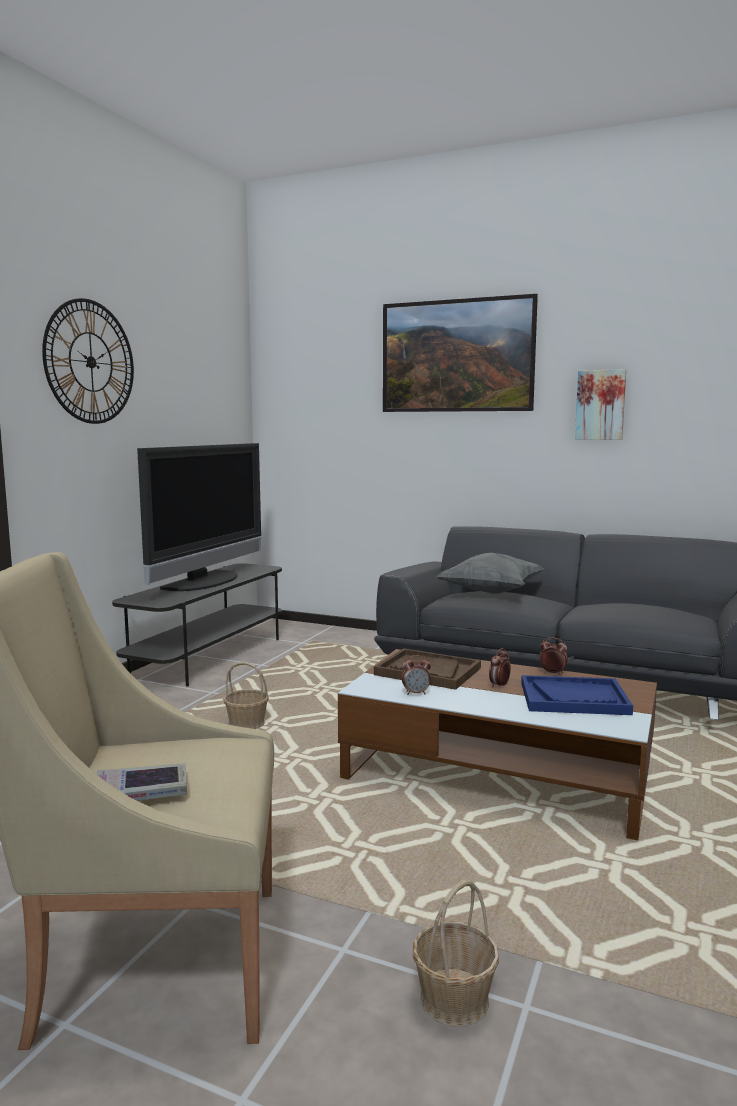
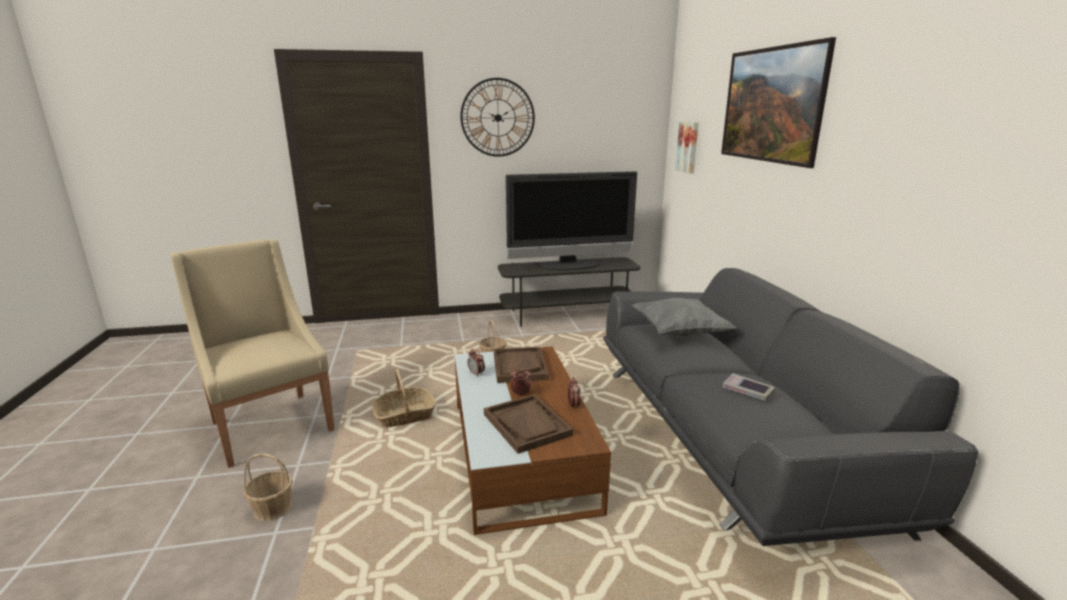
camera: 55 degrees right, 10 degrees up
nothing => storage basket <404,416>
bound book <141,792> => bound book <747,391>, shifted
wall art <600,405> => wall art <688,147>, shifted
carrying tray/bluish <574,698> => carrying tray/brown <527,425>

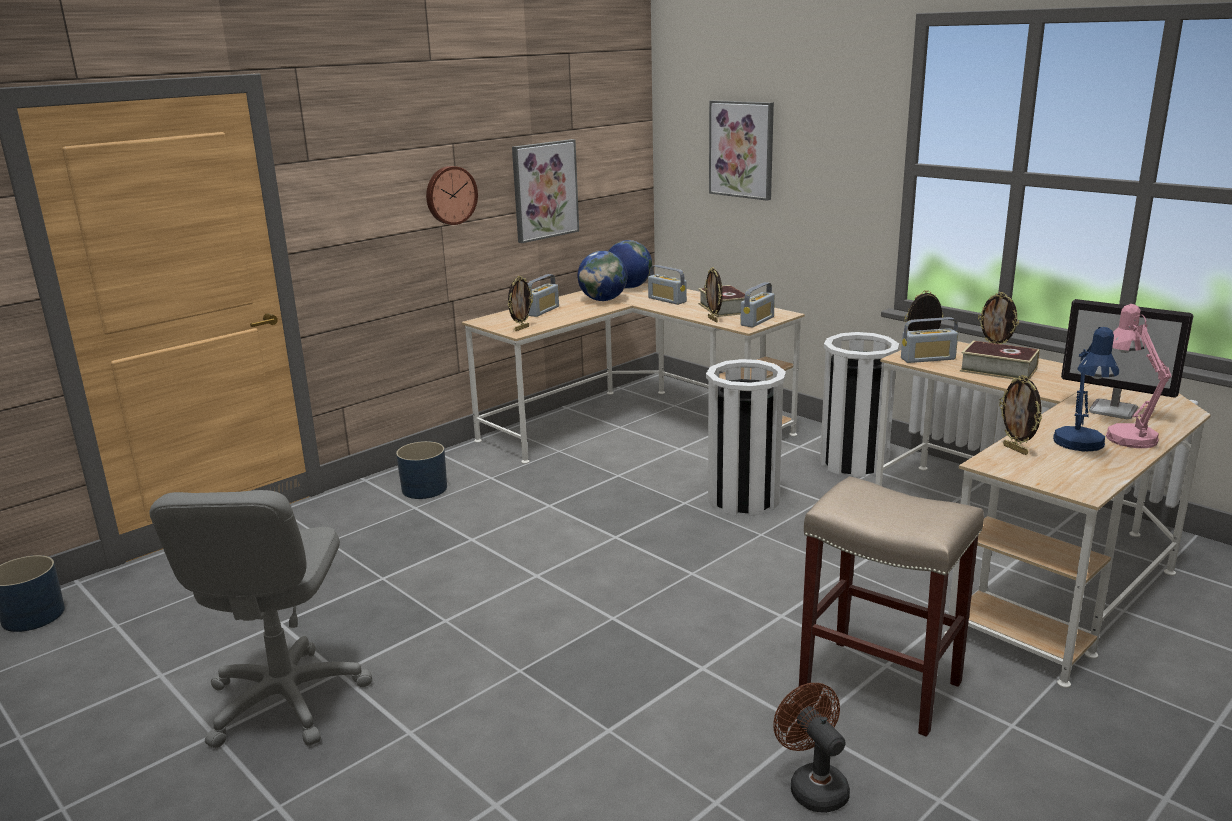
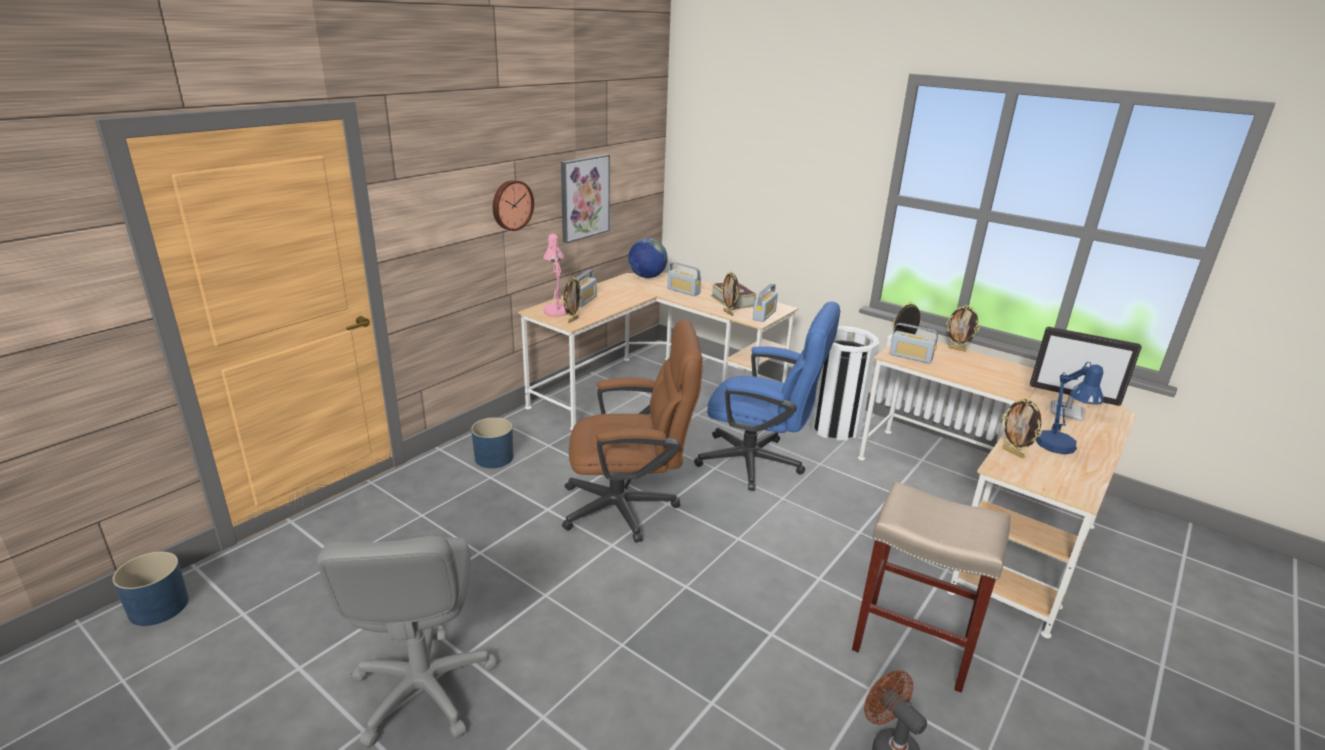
camera: 10 degrees left, 5 degrees up
globe <603,300> => nothing
wall art <742,149> => nothing
bound book <998,370> => nothing
nothing => office chair/brown <630,507>
tabletop lamp/pinkish <1125,435> => tabletop lamp/pinkish <556,309>, shifted
trash can/whitish <743,499> => office chair/bluish <759,463>
radio receiver <928,359> => radio receiver <910,357>, 45 degrees clockwise

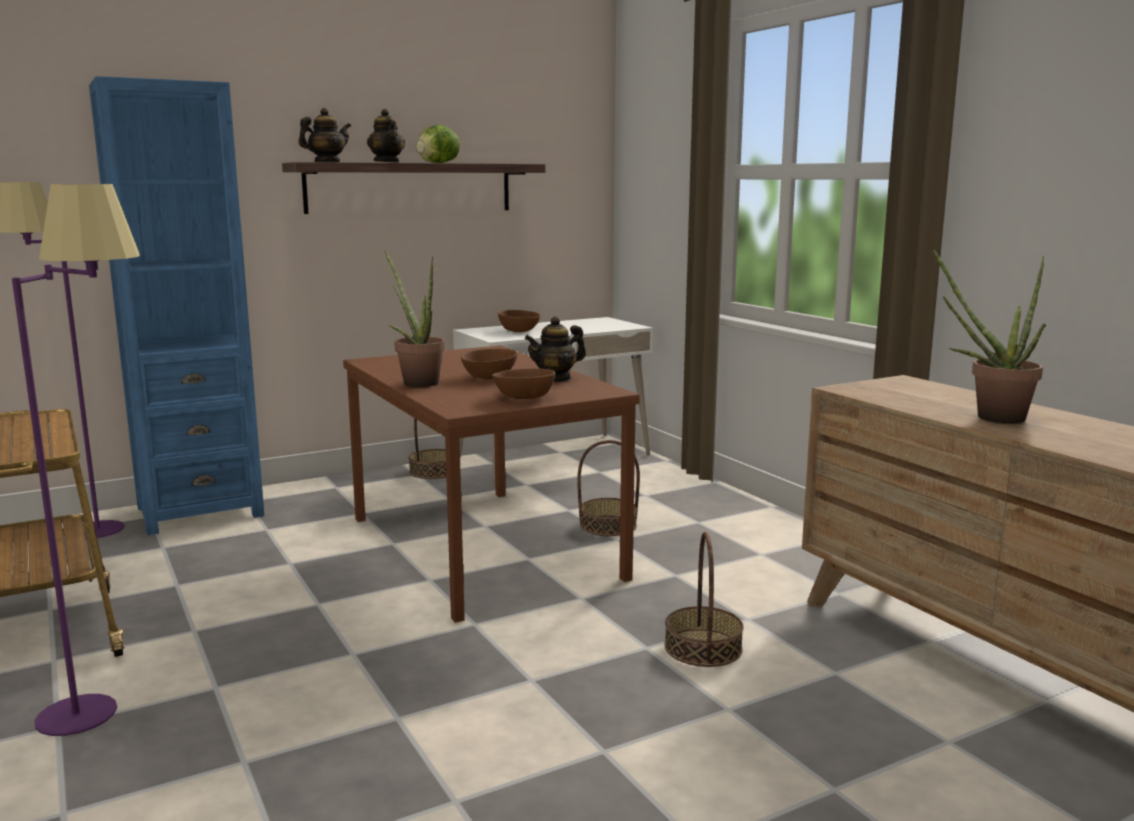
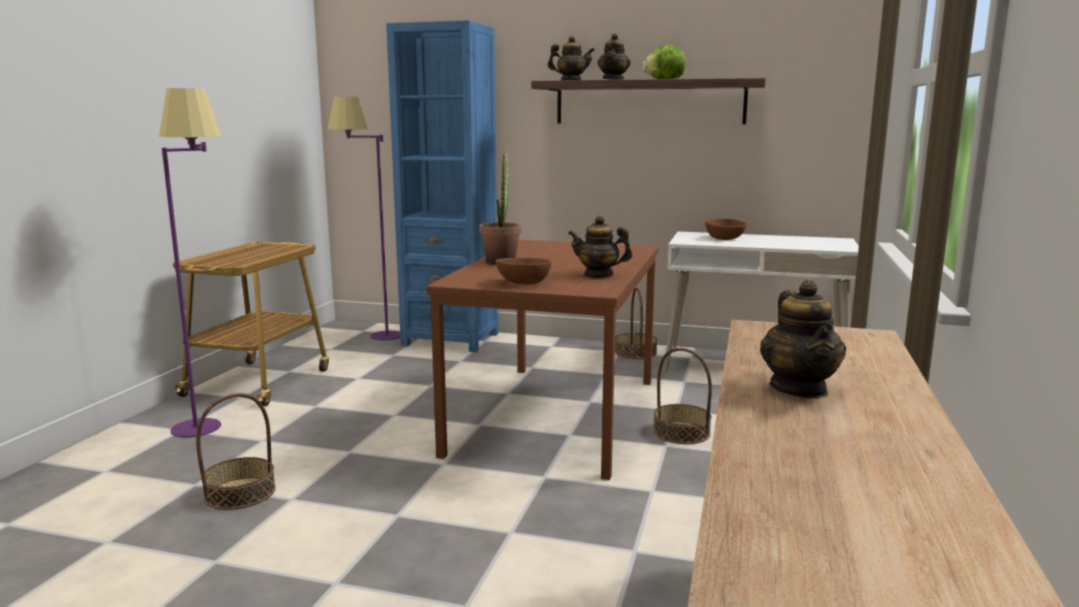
camera: 45 degrees right, 0 degrees up
deep dish/brown <489,377> => nothing
storage basket <702,647> => storage basket <240,493>, shifted
plant in a pot <989,417> => teapot <799,389>

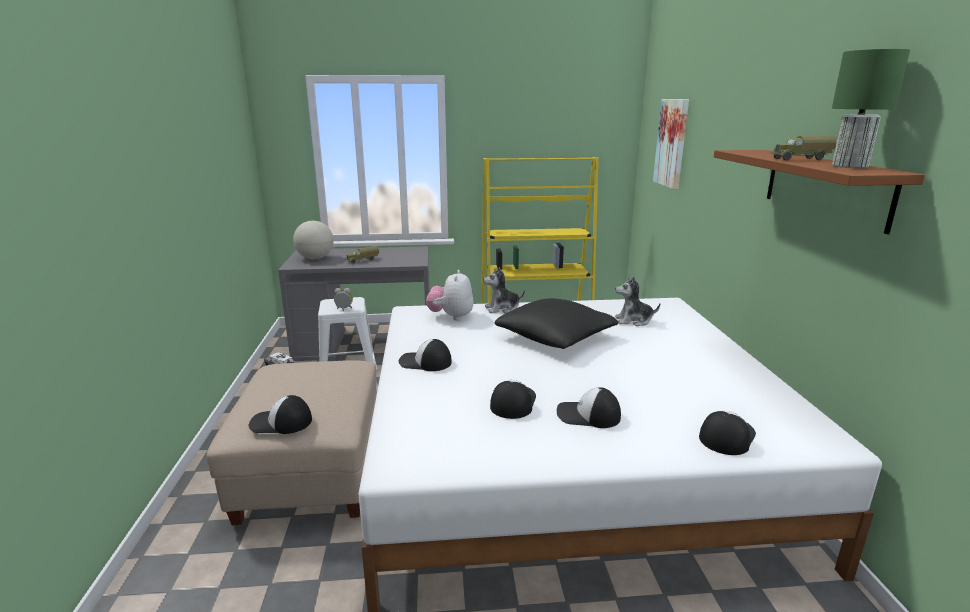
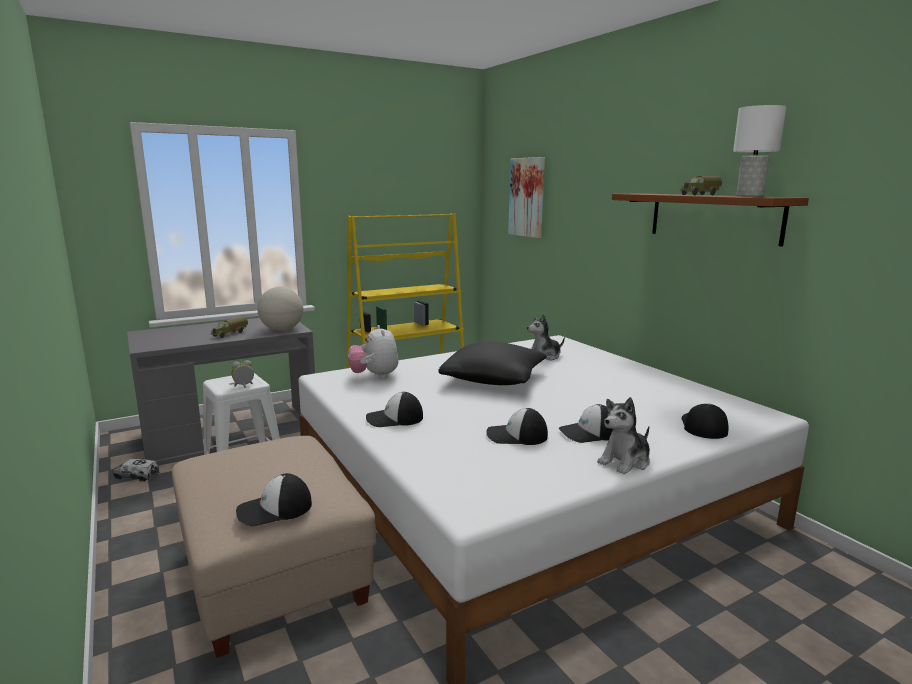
camera: 25 degrees left, 5 degrees down
globe <315,258> => globe <282,330>, shifted
soft toy <502,308> => soft toy <625,461>, shifted
tabletop lamp/green-coloured <849,166> => tabletop lamp/whitish <750,196>
baseball cap <512,402> => baseball cap <516,436>, 75 degrees counterclockwise

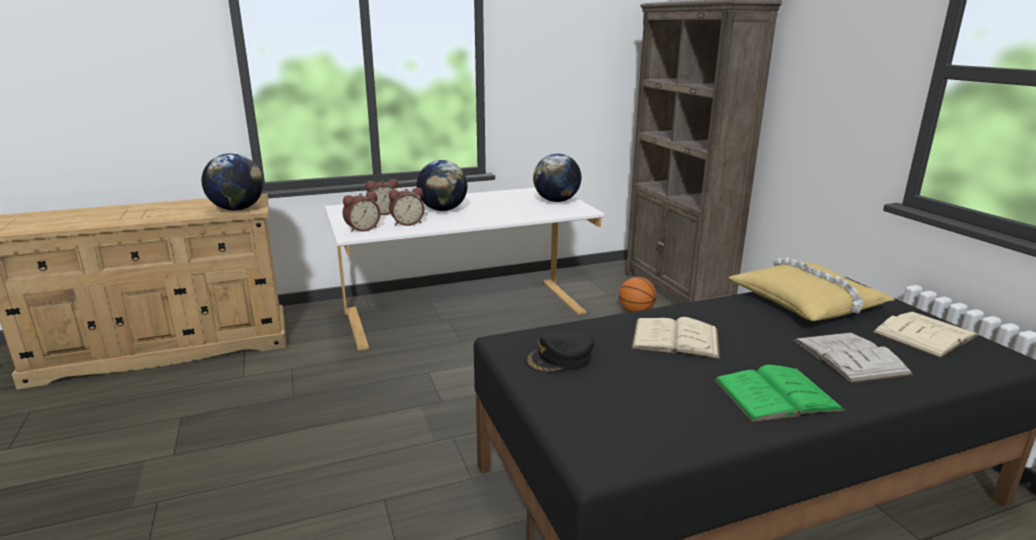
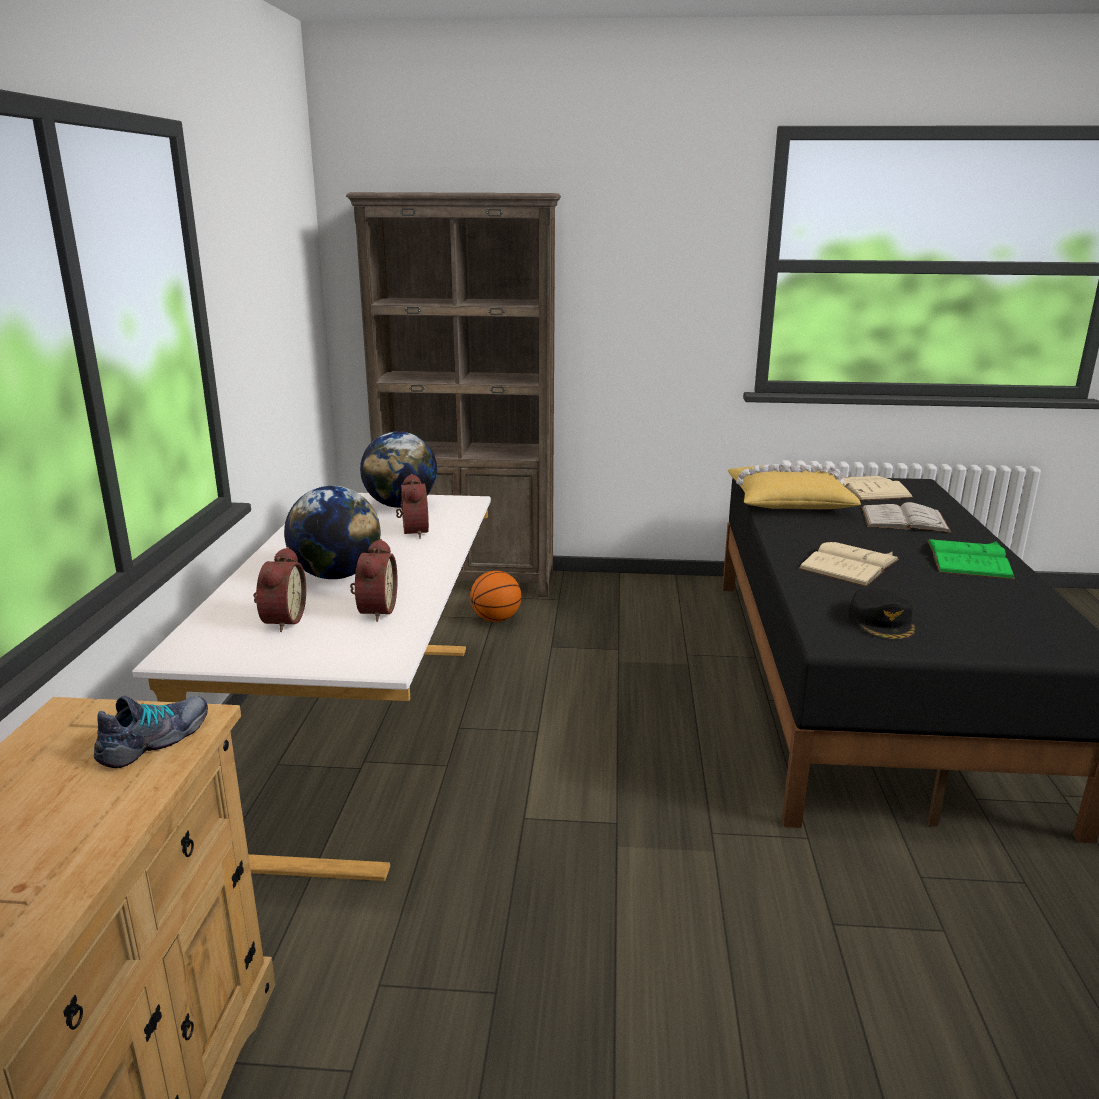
camera: 65 degrees left, 0 degrees up
alarm clock <362,229> => alarm clock <412,532>, shifted
globe <237,209> => low shoe <156,740>

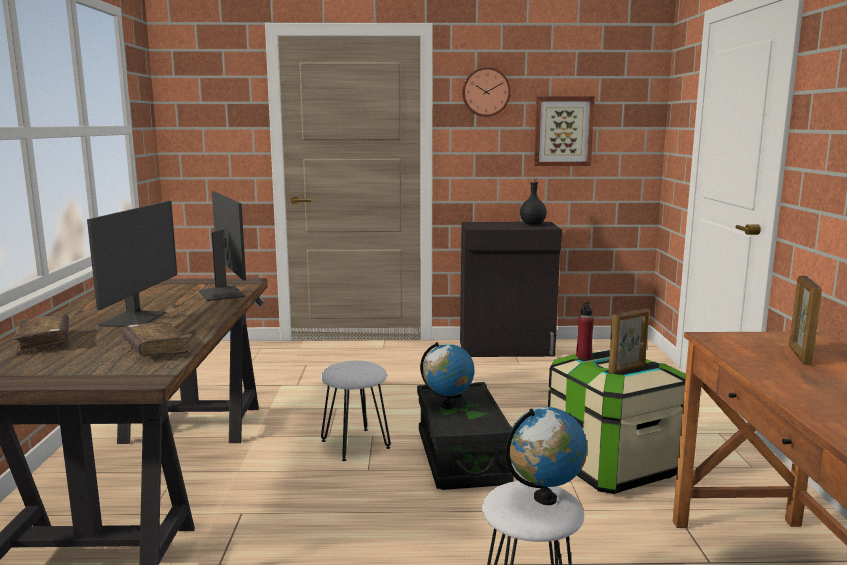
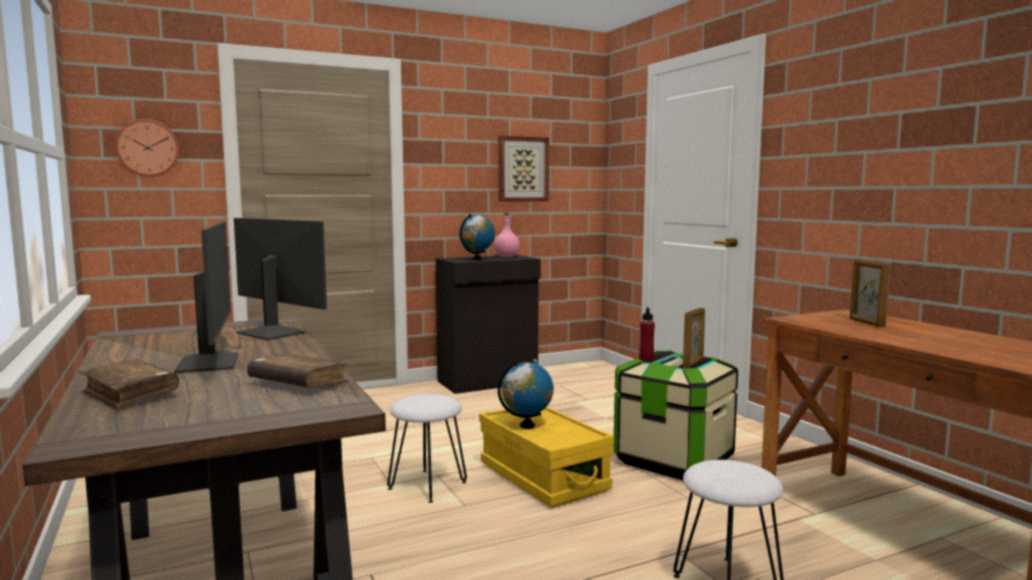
camera: 25 degrees left, 5 degrees down
hanging clock <486,92> => hanging clock <148,148>, shifted
globe <545,498> => globe <477,259>, shifted
storage box/blackish <462,458> => storage box/yellow <543,477>
drink bottle/blackish <532,224> => drink bottle/pinkish <506,257>

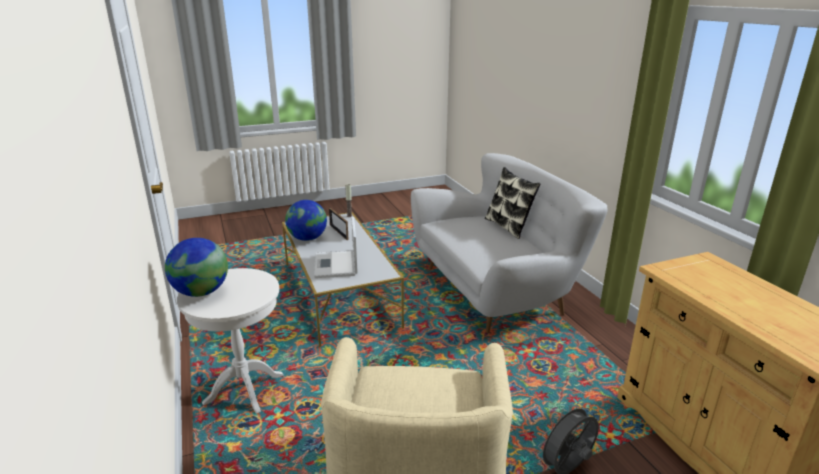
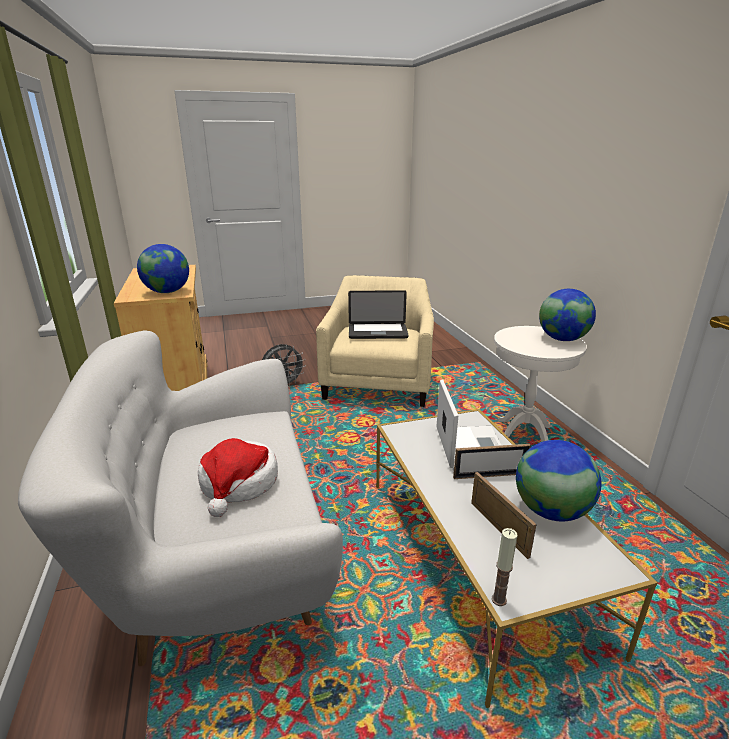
camera: 175 degrees left, 0 degrees up
throw pillow <508,227> => nothing
nothing => globe <167,292>
nothing => hat <238,484>
nothing => laptop <377,332>
nothing => standing frame <489,475>

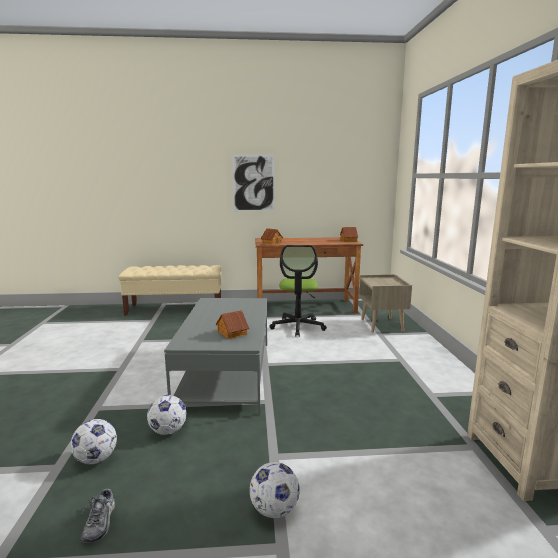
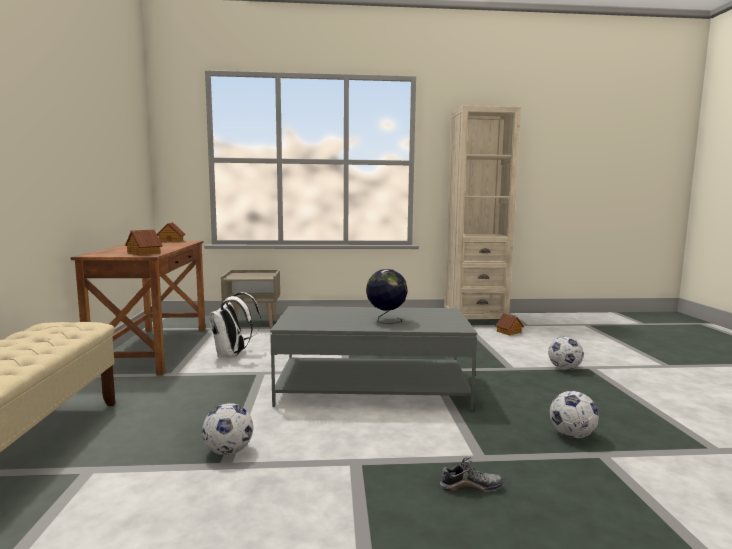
camera: 90 degrees left, 5 degrees down
wall art <253,183> => nothing
nothing => globe <386,321>
low shoe <100,523> => low shoe <470,487>, shifted
ball for football <168,431> => ball for football <228,451>, shifted
miniature house <231,333> => miniature house <509,332>, shifted
office chair <298,327> => knapsack/whitish <232,355>

